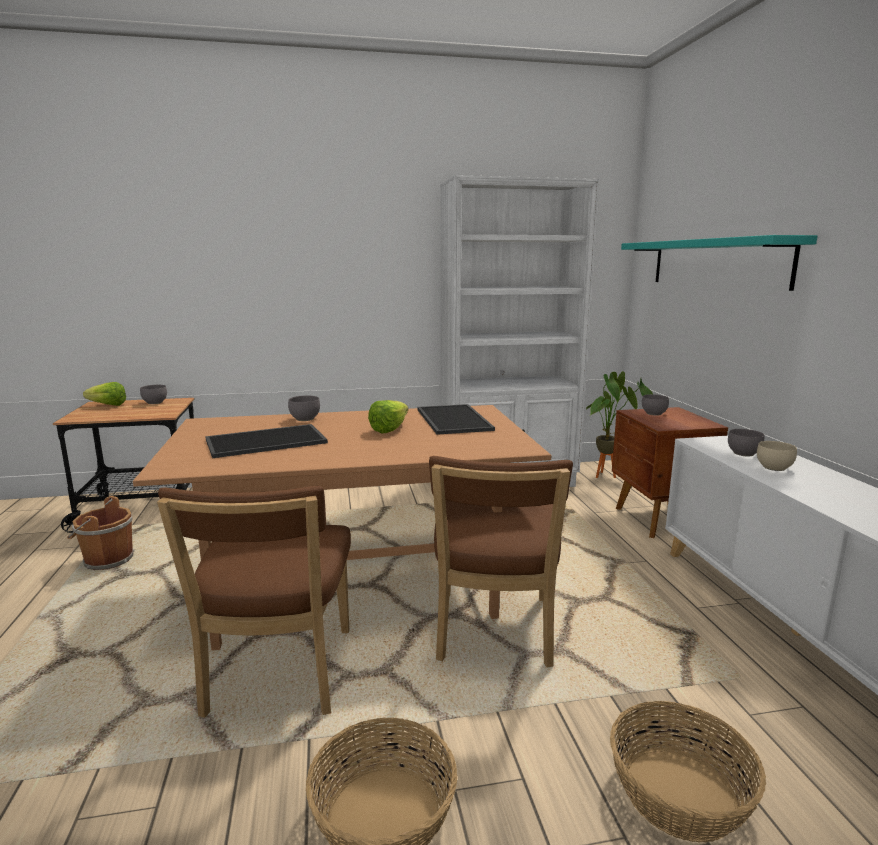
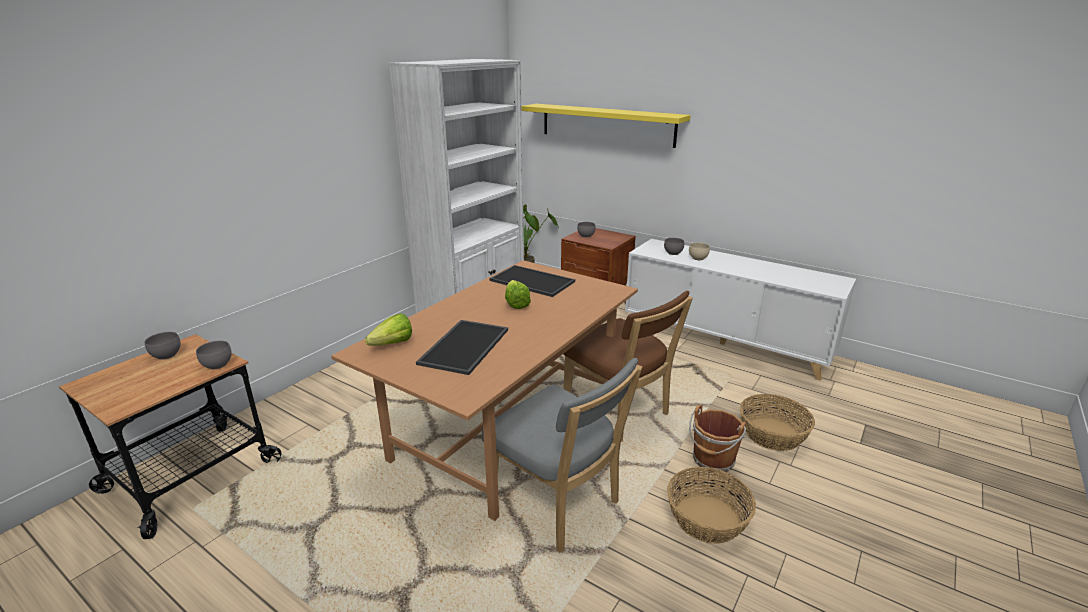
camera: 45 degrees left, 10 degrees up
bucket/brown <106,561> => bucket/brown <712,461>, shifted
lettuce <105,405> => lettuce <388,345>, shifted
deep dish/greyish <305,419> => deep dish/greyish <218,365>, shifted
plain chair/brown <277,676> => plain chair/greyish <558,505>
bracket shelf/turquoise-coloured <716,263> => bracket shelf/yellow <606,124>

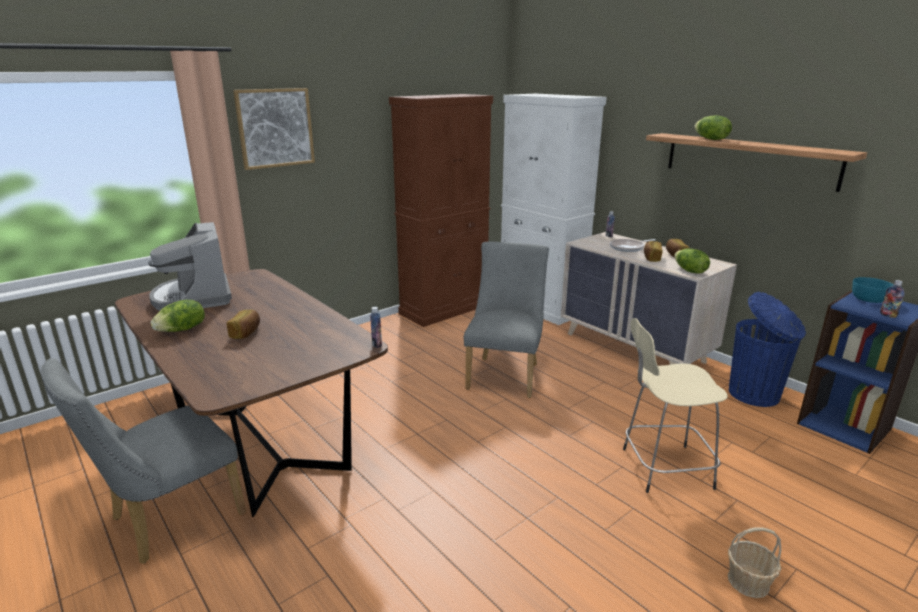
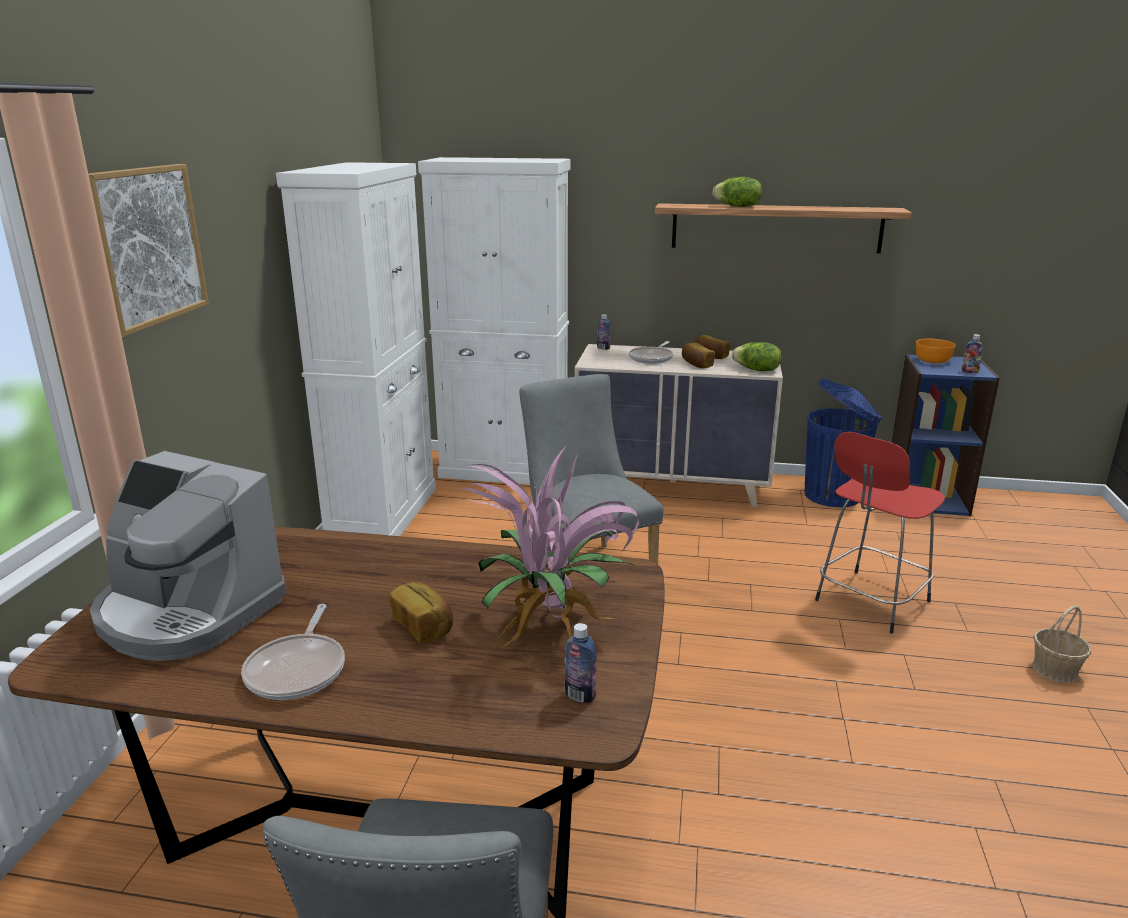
camera: 40 degrees left, 0 degrees up
nothing => plant in a pot <553,628>
drink bottle <377,344> => drink bottle <580,696>, shifted
lettuce <182,330> => skillet <298,669>
storage cabinet/brown <444,309> => storage cabinet/whitish <383,514>
sitting stool/beige <663,468> => sitting stool/reddish <870,602>
deep dish/turquoise-coloured <869,299> => deep dish/orange-coloured <932,360>

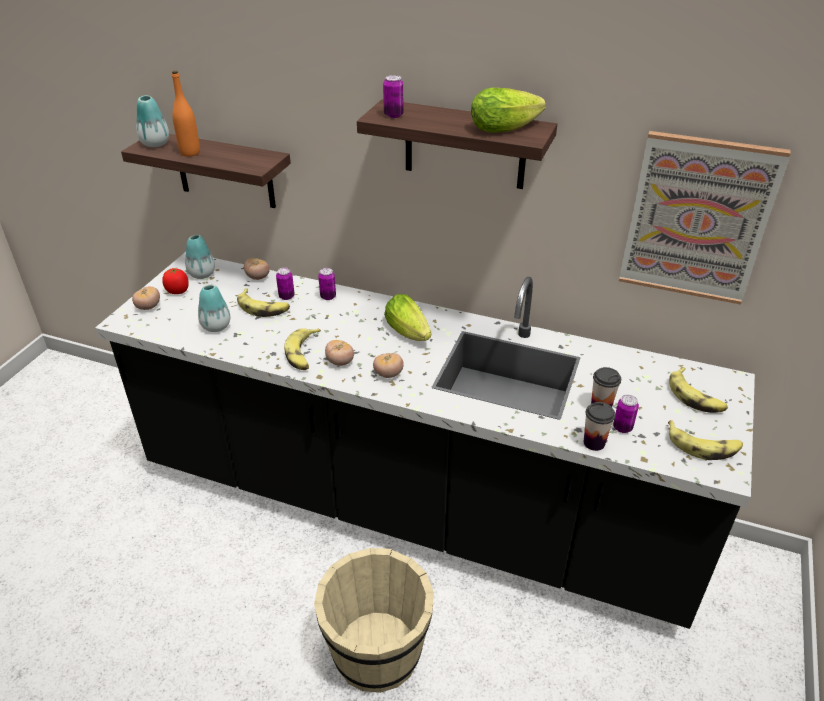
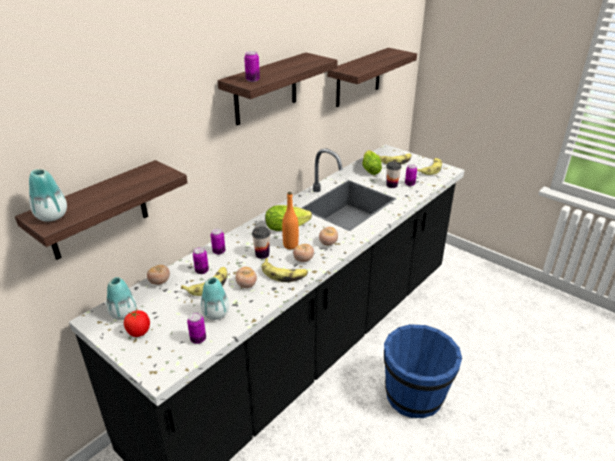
camera: 70 degrees left, 5 degrees down
nothing => can <198,339>
whole tomato <148,307> => whole tomato <246,285>, shifted
drink bottle/orange-coloured <190,153> => drink bottle/orange-coloured <290,245>, shifted
lettuce <508,127> => lettuce <370,169>, shifted
drinking cup <594,443> => drinking cup <262,254>, shifted
wall art <697,219> => bracket shelf <358,78>
bucket/beige <377,653> => bucket/bluish <415,396>

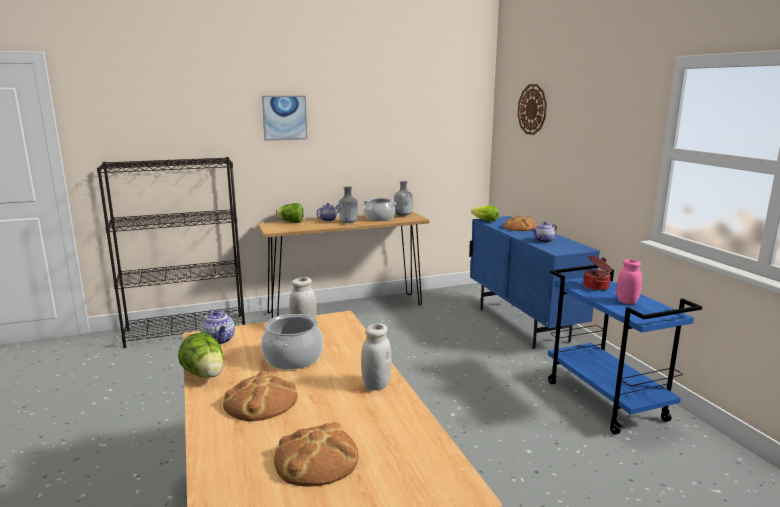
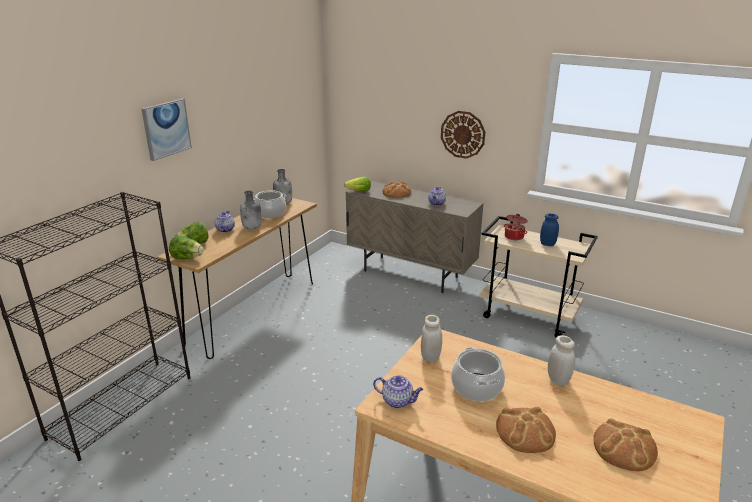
camera: 40 degrees left, 10 degrees up
lettuce <205,375> => lettuce <187,258>, shifted
hanging clock <532,109> => hanging clock <463,134>, shifted
storage cabinet/bluish <522,325> => storage cabinet/beige <410,274>
trolley/bluish <606,401> => trolley/beige <529,316>
preserve jar/pinkish <626,302> => preserve jar/bluish <547,244>

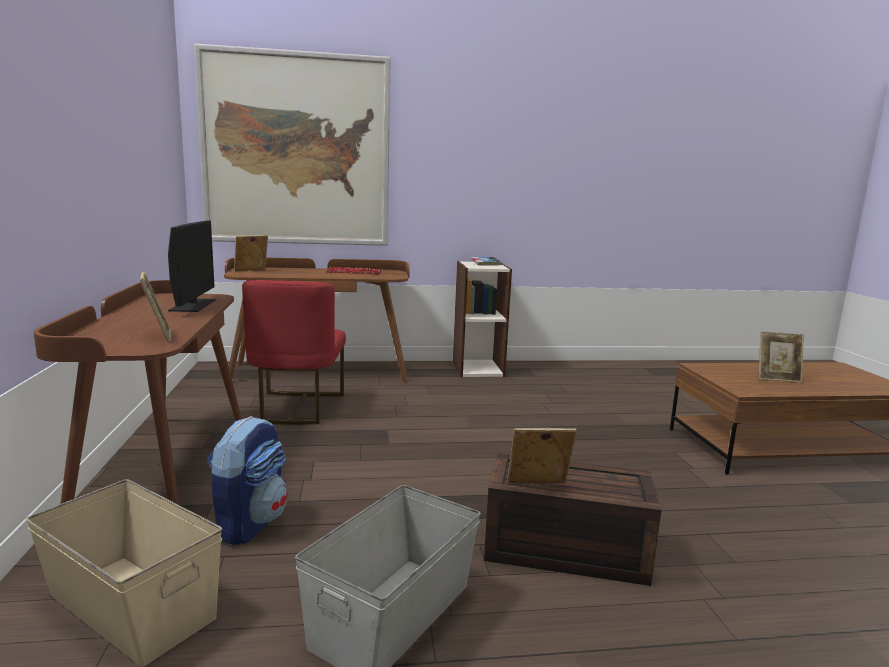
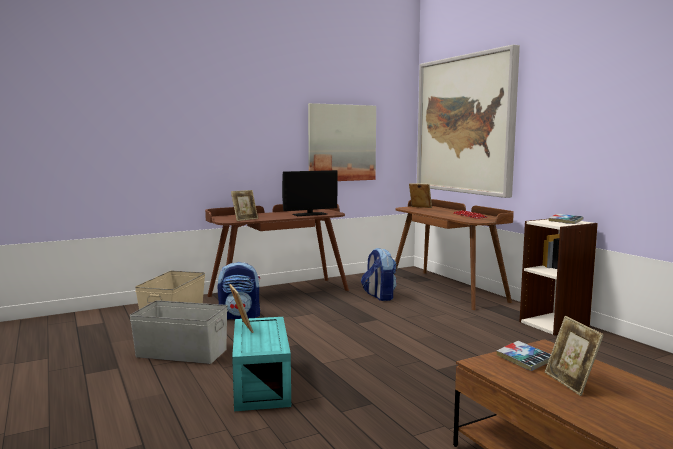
camera: 70 degrees right, 5 degrees down
nothing => wall art <342,143>
nothing => bound book <524,360>
plain chair/reddish <297,408> => knapsack <379,296>
storage box/brown <563,550> => storage box/turquoise-coloured <259,383>

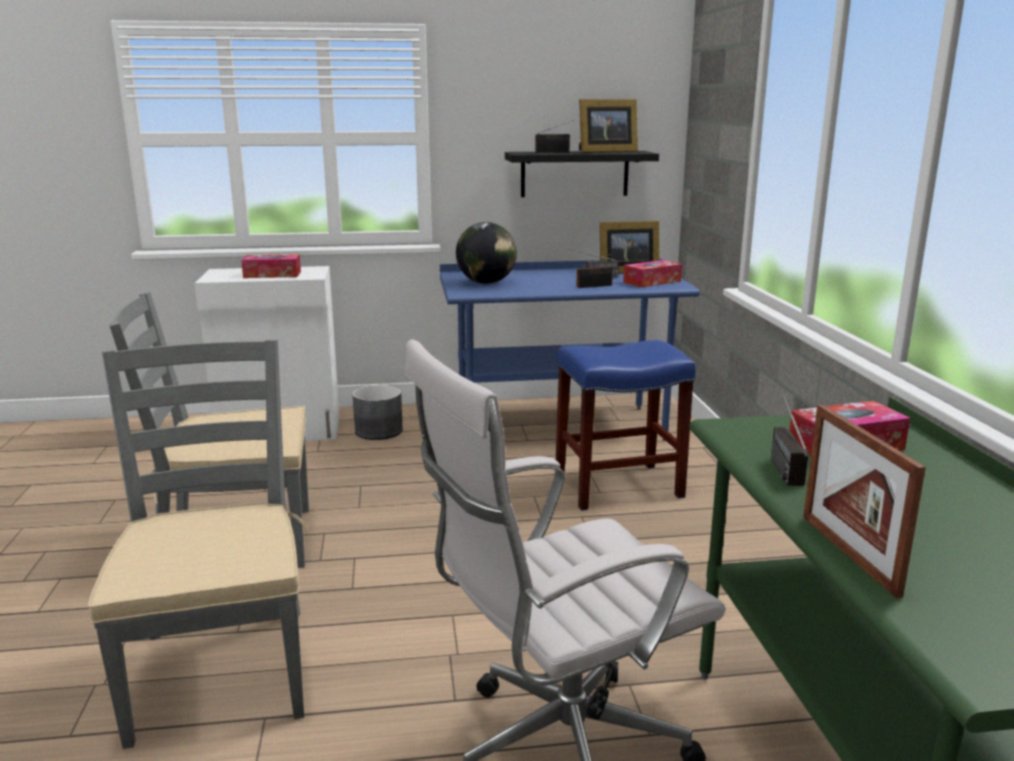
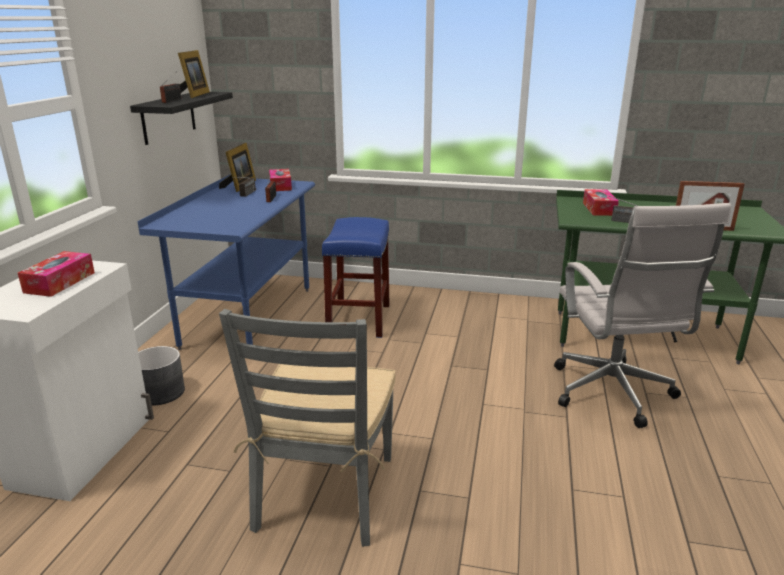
camera: 70 degrees left, 5 degrees up
plain chair/greyish <221,671> => nothing
globe <486,283> => nothing

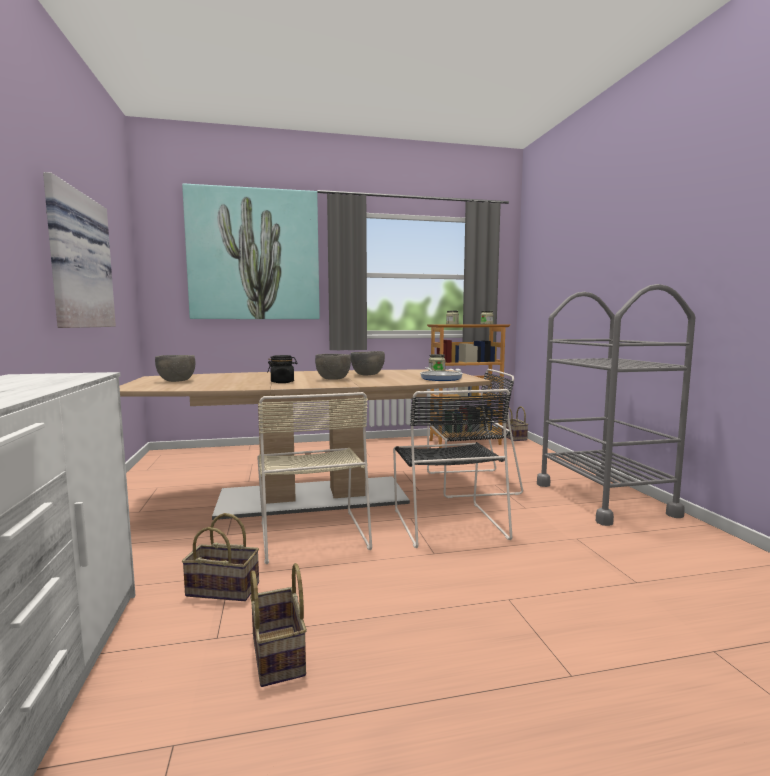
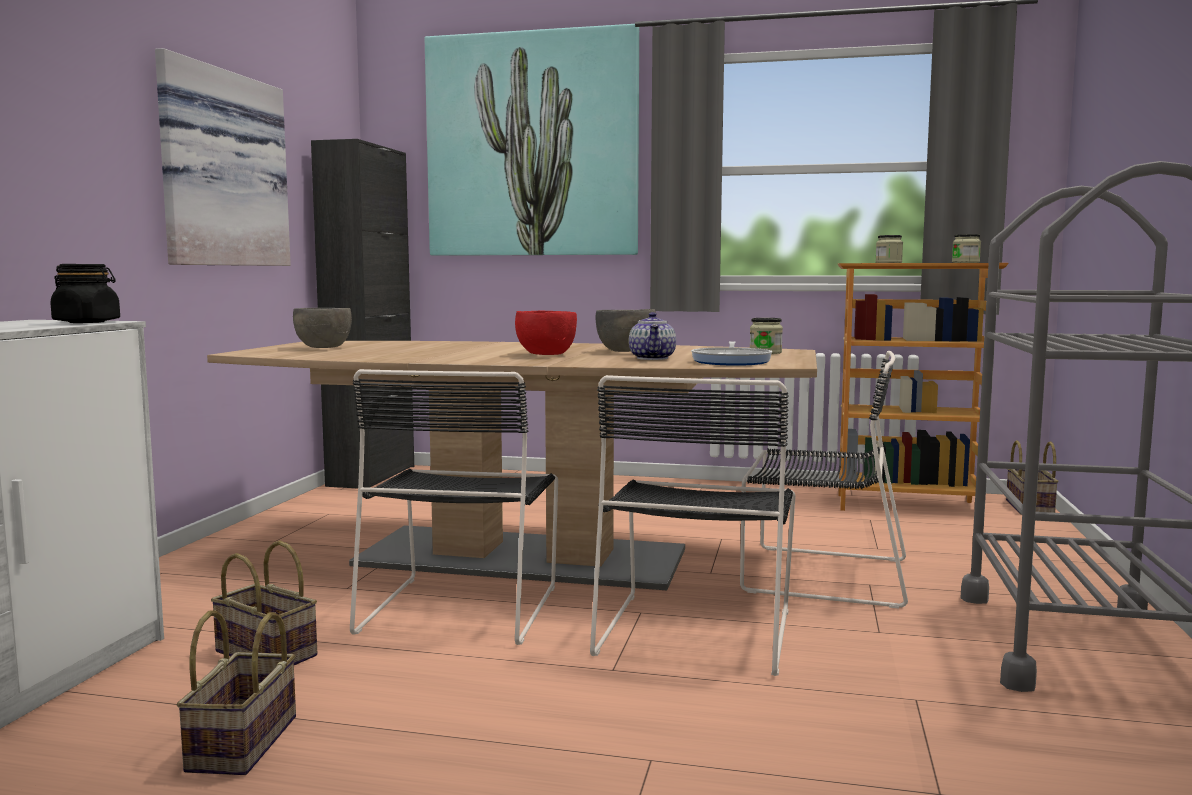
camera: 25 degrees right, 0 degrees up
nothing => storage cabinet/blackish <371,476>
nothing => teapot <652,358>
preserve jar/blackish <282,382> => preserve jar/blackish <87,322>, shifted
plain chair/beige <312,533> => plain chair/blackish <462,606>
deep dish/greyish <333,379> => deep dish/reddish <546,355>

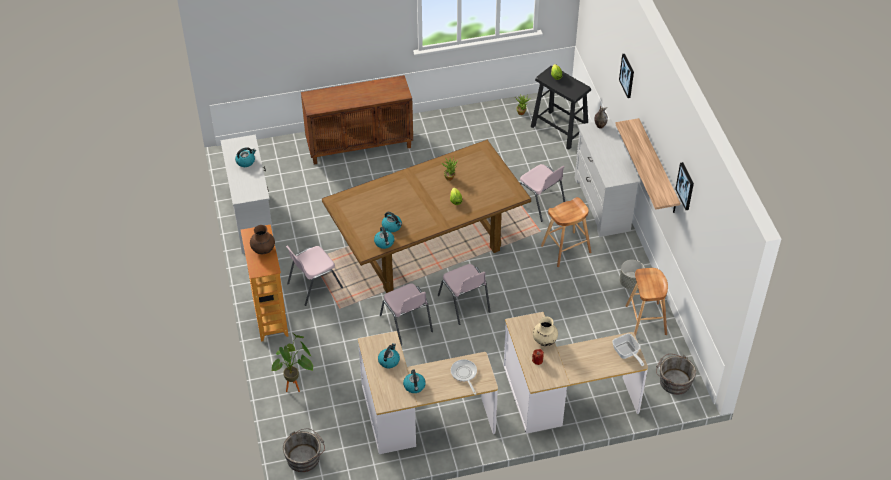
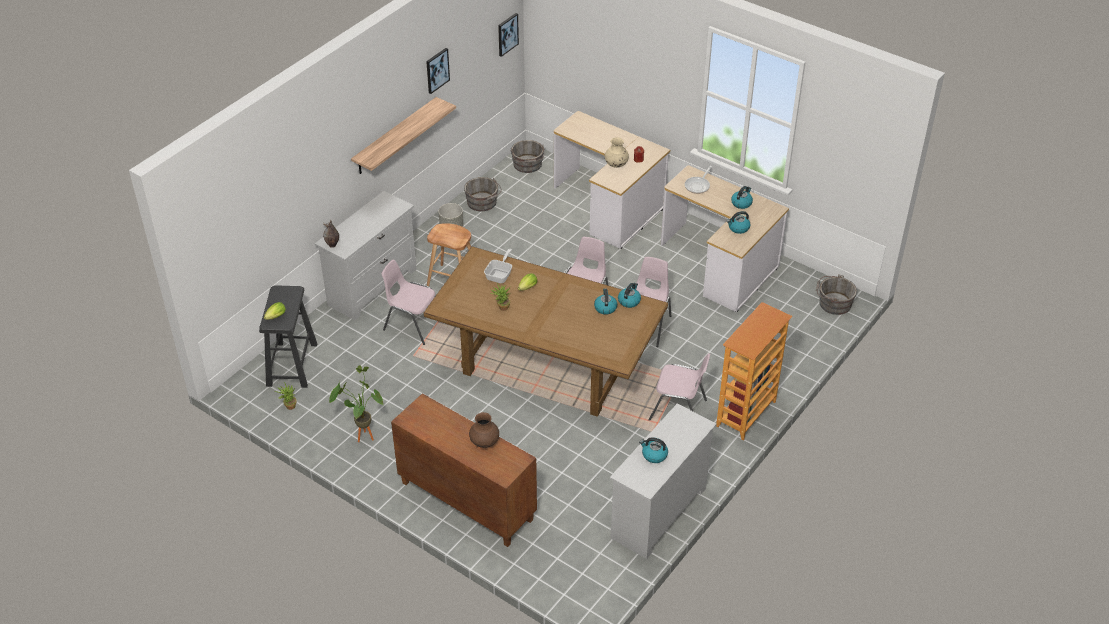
camera: 130 degrees left, 5 degrees down
flower vase/brown <263,250> => flower vase/brown <484,442>, shifted
plant in a pot <297,387> => plant in a pot <362,436>, shifted
skillet <627,353> => skillet <500,275>, shifted
wall art <627,75> => wall art <507,34>, shifted
sitting stool/brown <646,320> => bucket/greyish <483,203>
plain chair/pinkish <540,203> => plain chair/pinkish <412,324>, 75 degrees counterclockwise

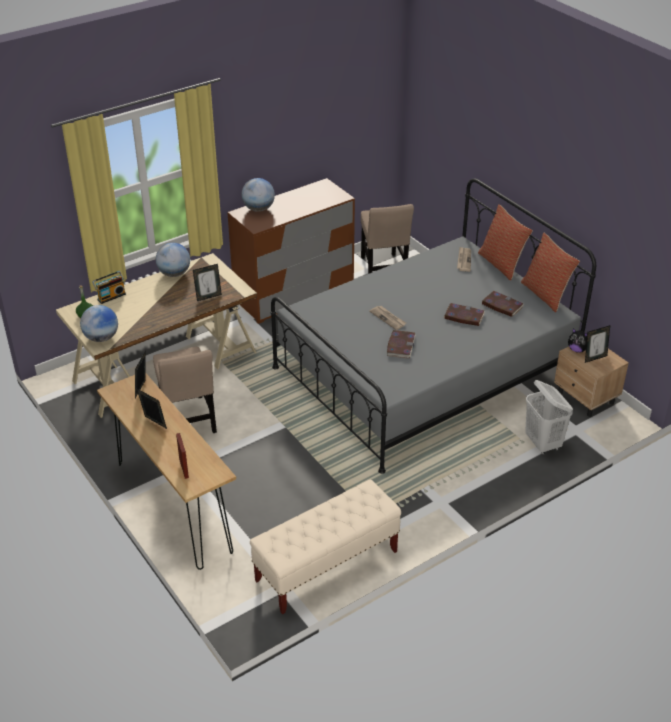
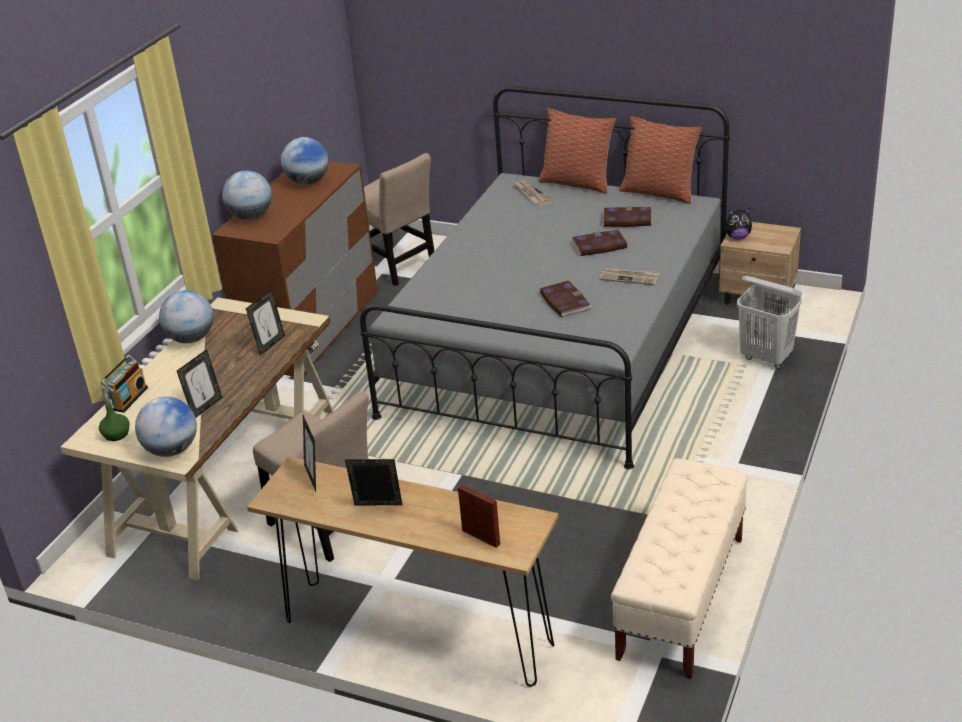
camera: 30 degrees left, 5 degrees down
nothing => globe <308,182>
printed paper <388,318> => printed paper <629,278>, shifted
standing frame <594,358> => standing frame <205,407>, shifted

